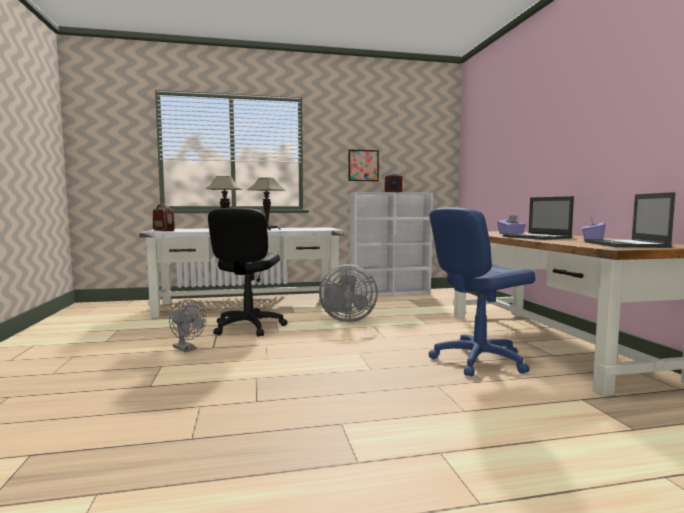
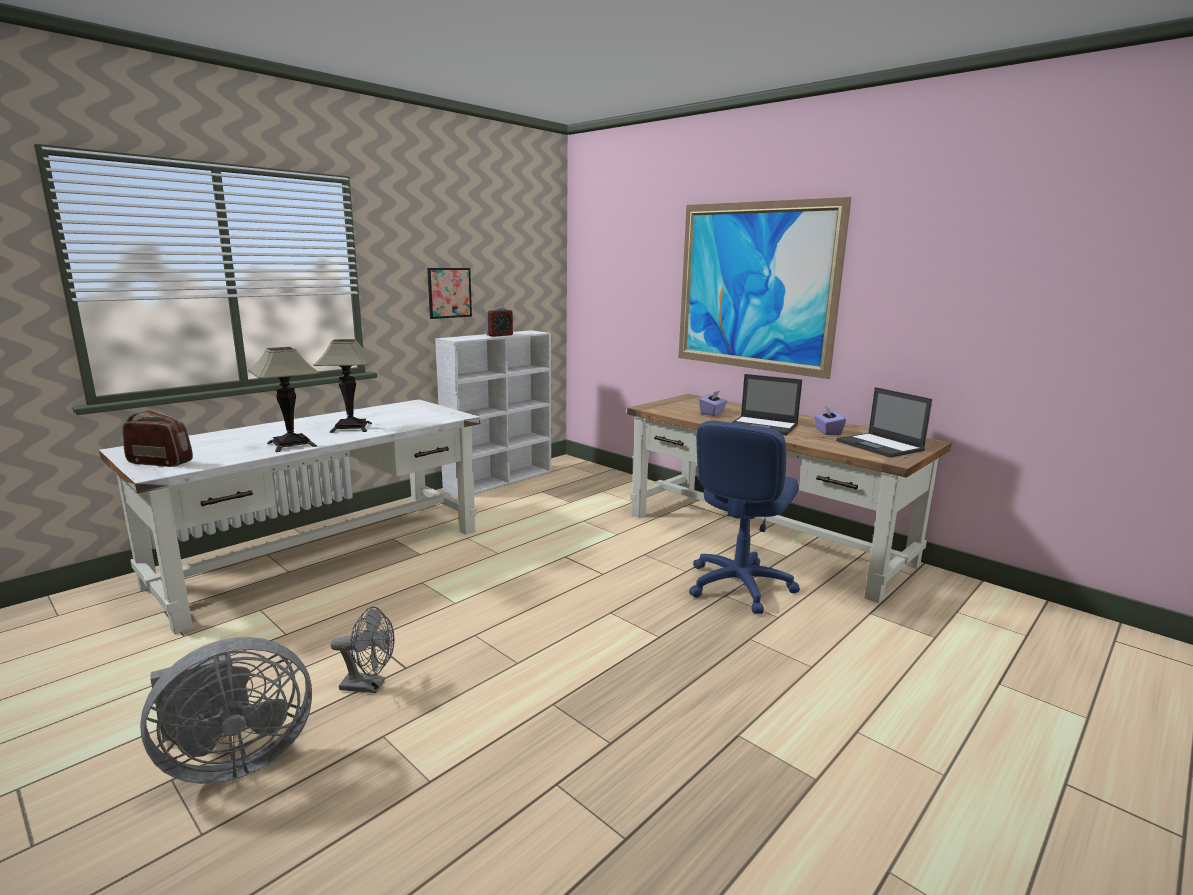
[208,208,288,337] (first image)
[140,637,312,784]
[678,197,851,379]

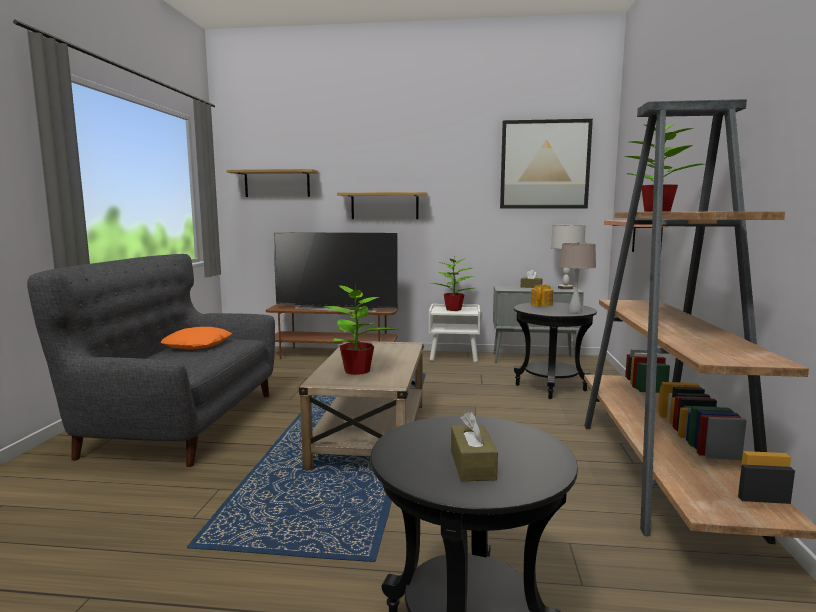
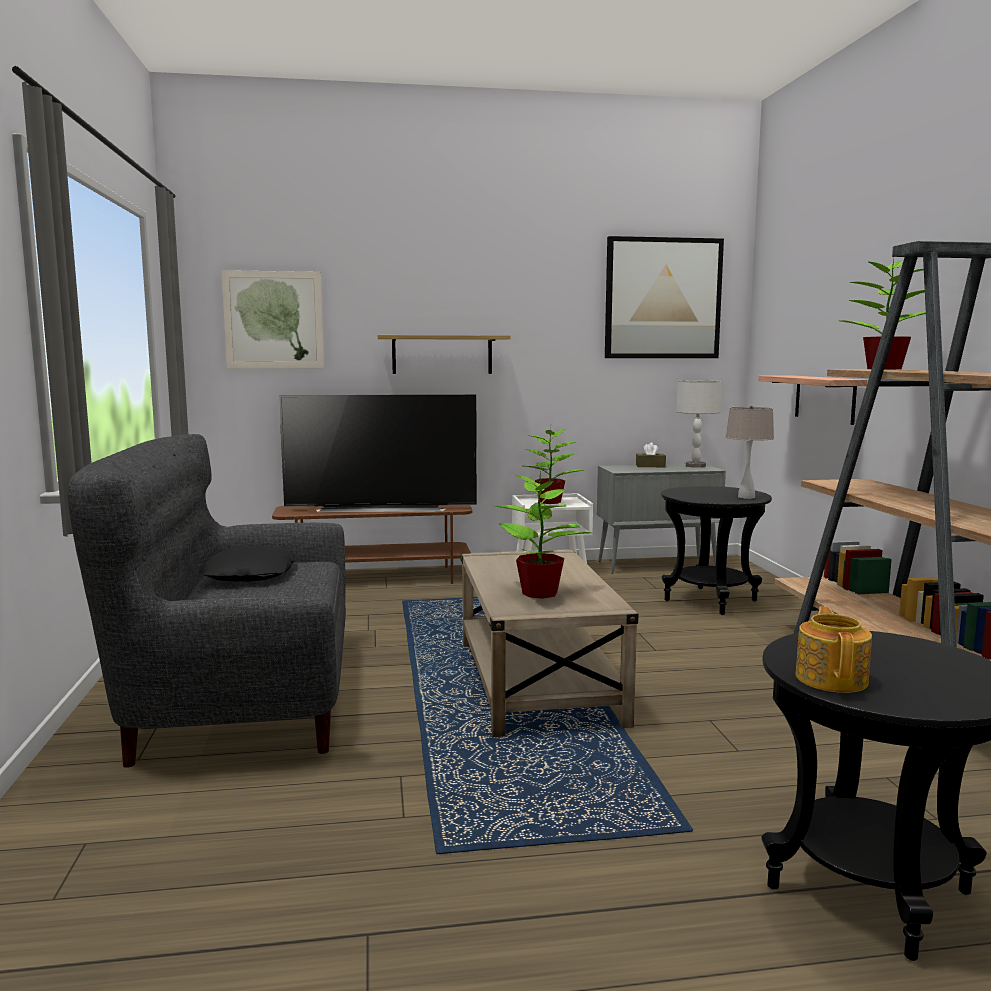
[222,270,324,369]
[796,606,872,693]
[199,546,296,582]
[451,411,498,481] (first image)

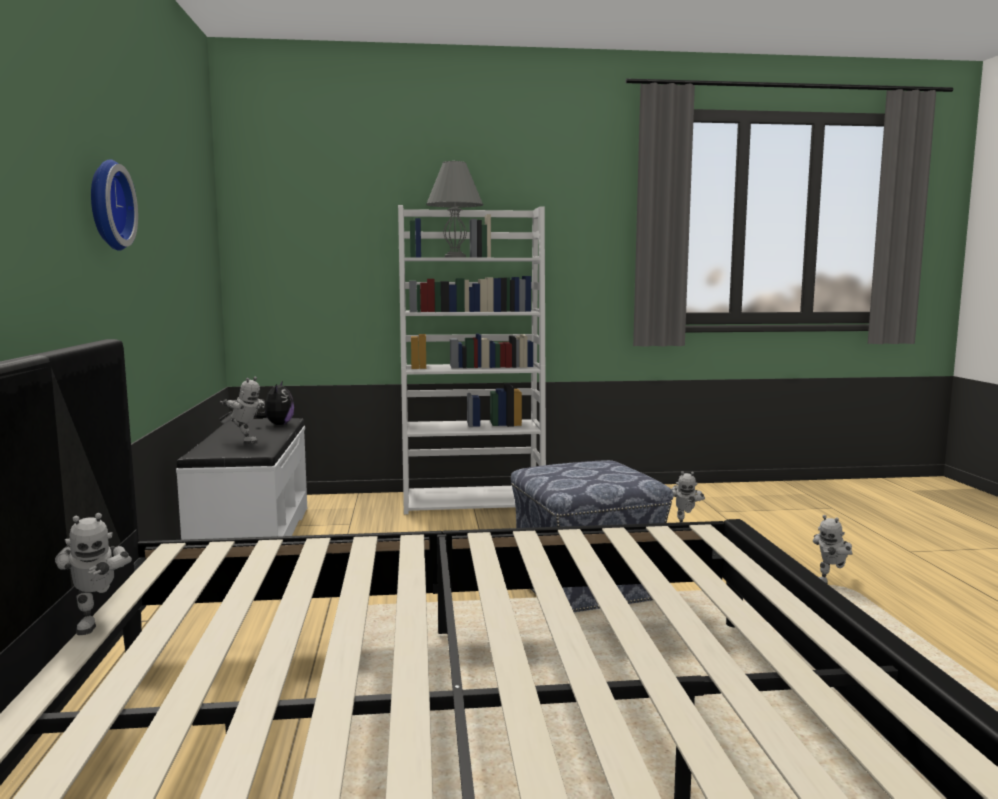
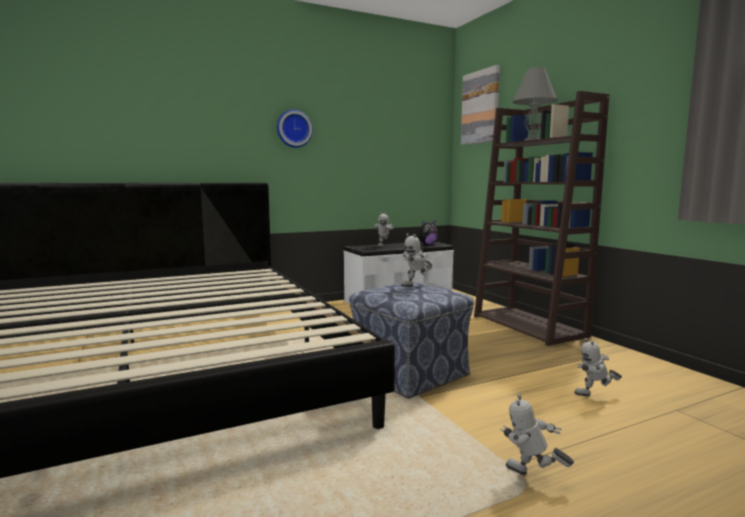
[474,91,609,346]
[401,233,432,287]
[461,65,500,145]

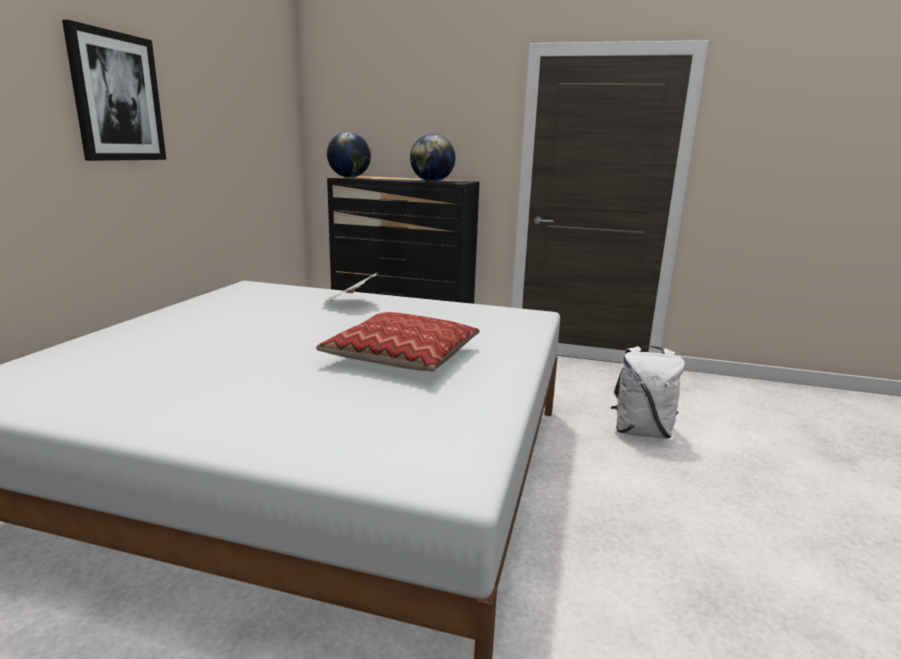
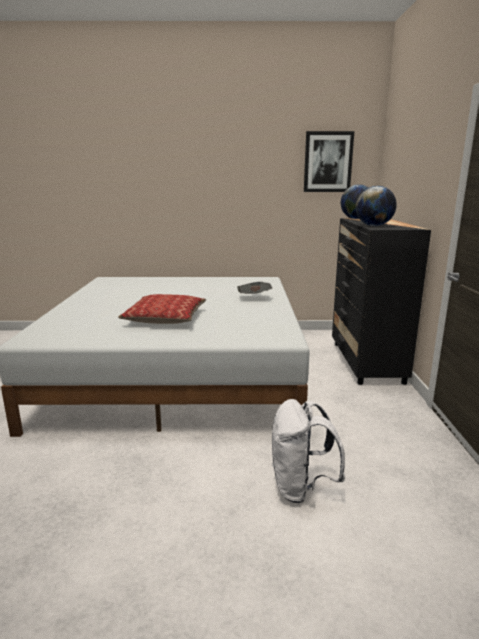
[304,131,354,192]

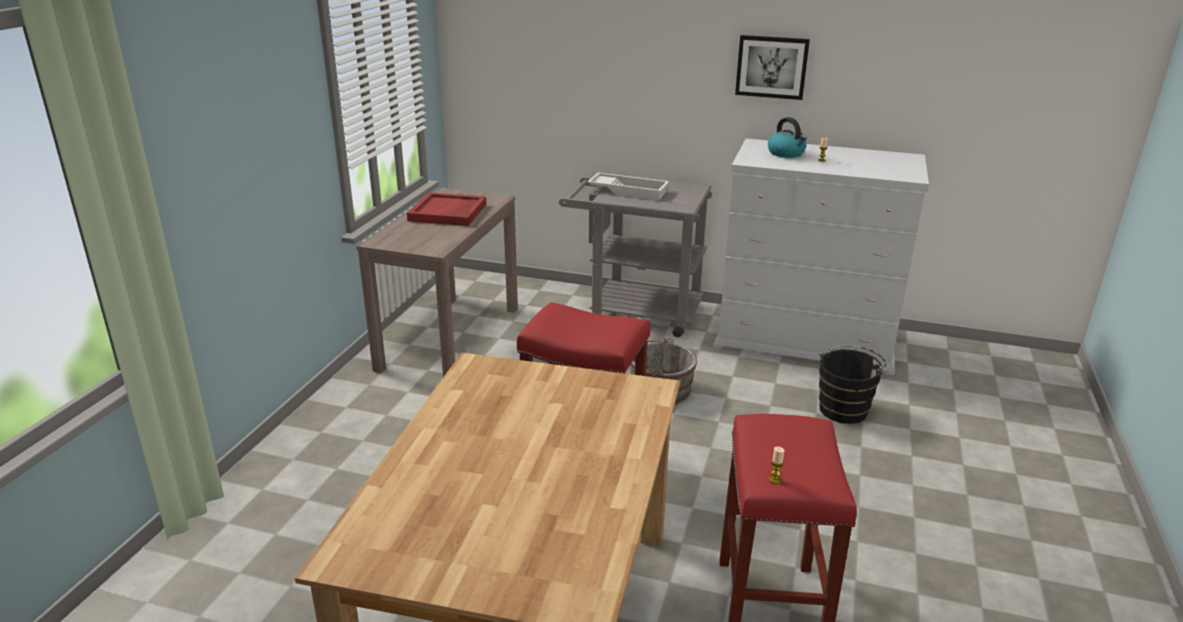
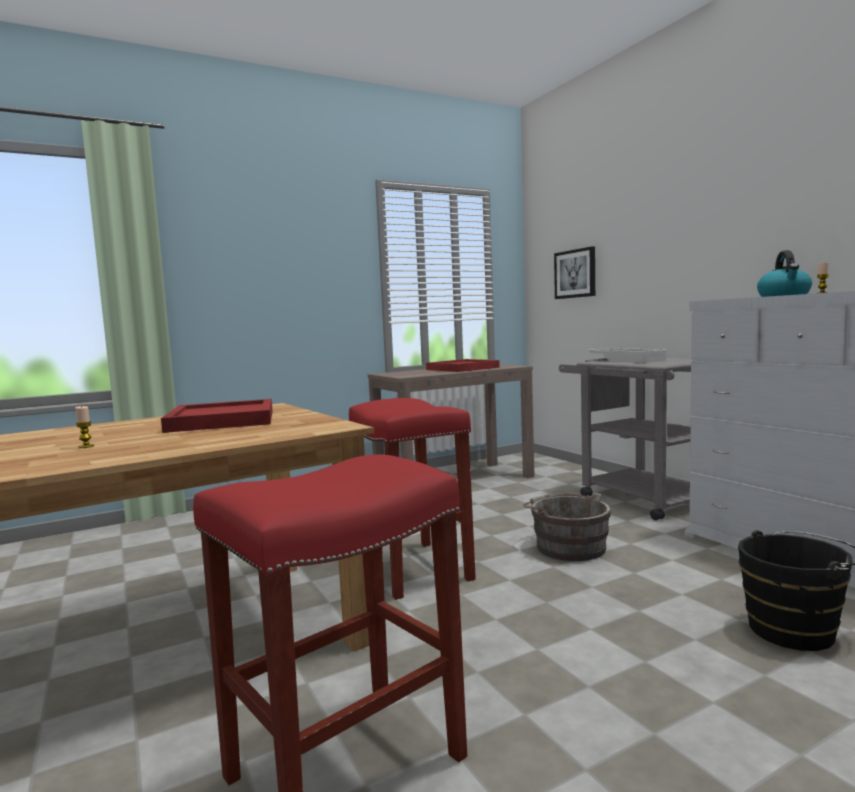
[554,246,595,299]
[75,406,94,448]
[161,399,273,433]

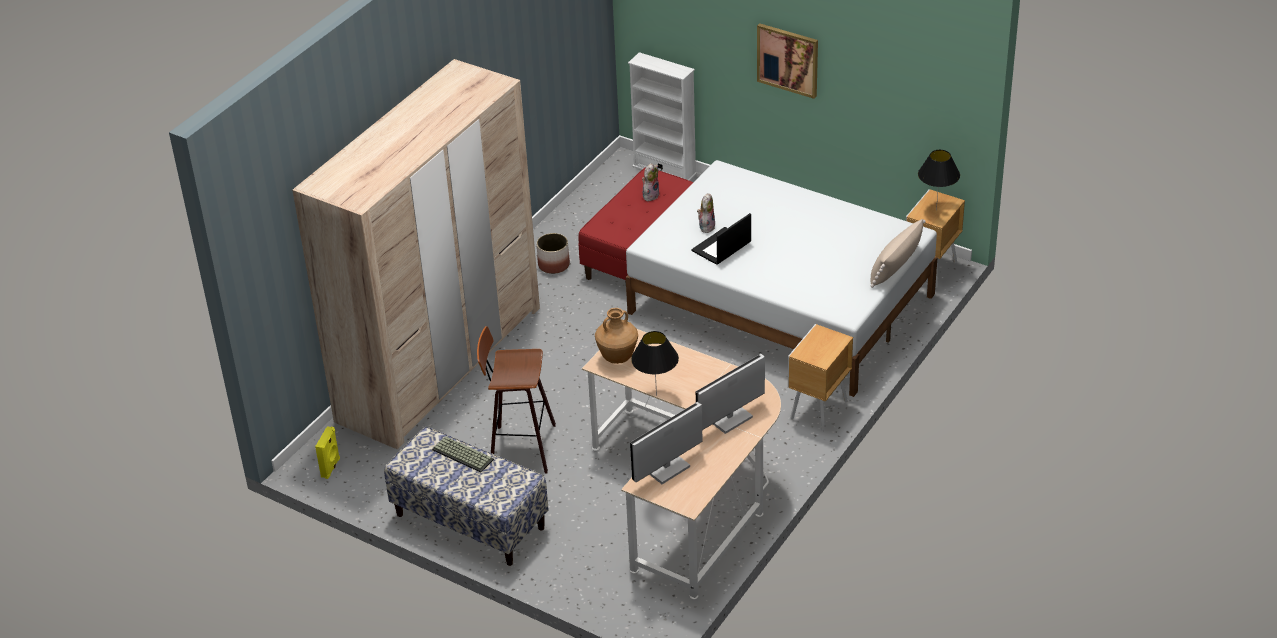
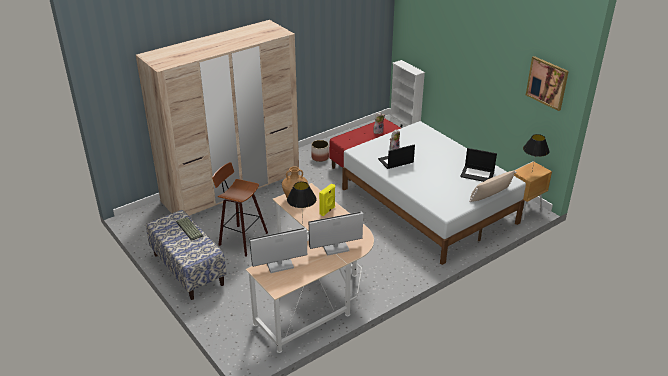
[526,56,569,111]
[788,324,853,431] (first image)
[319,184,335,216]
[460,148,497,182]

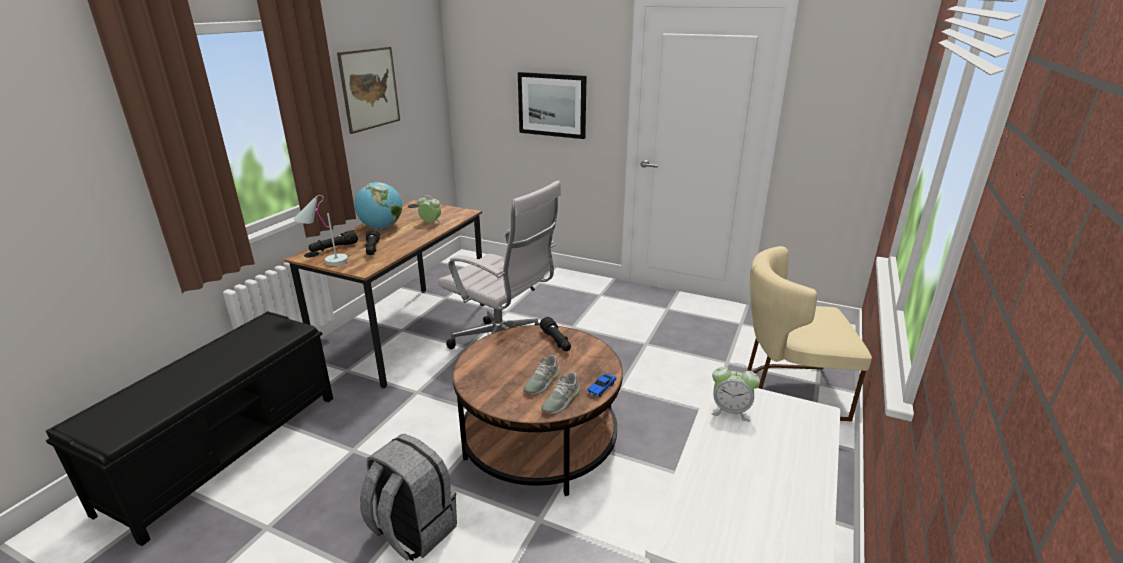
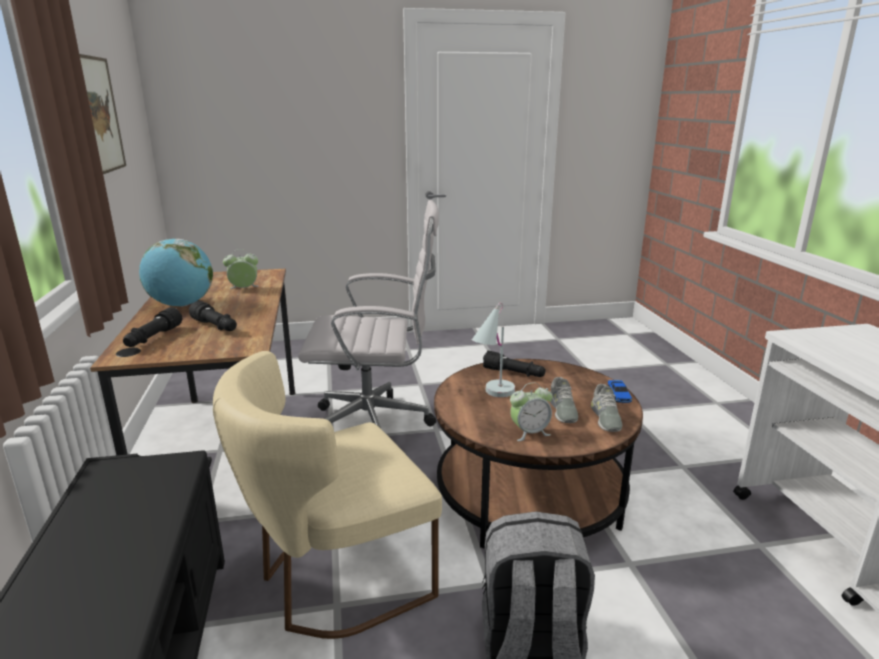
[518,72,586,139] (first image)
[472,302,515,398]
[213,351,442,639]
[510,382,553,441]

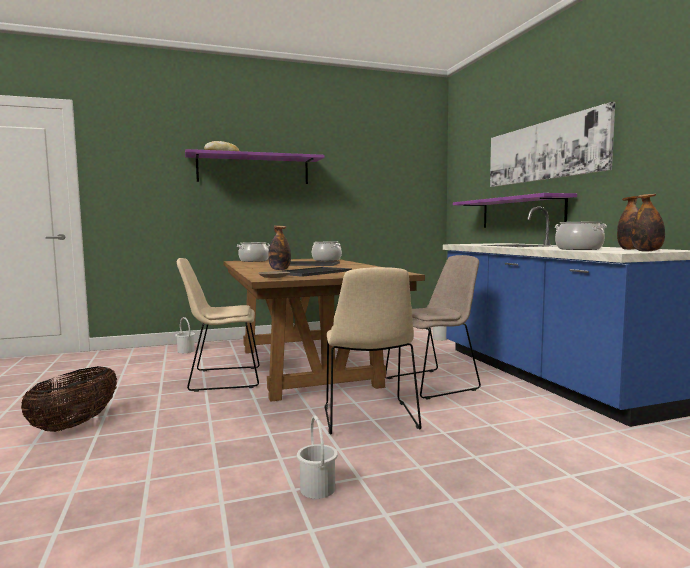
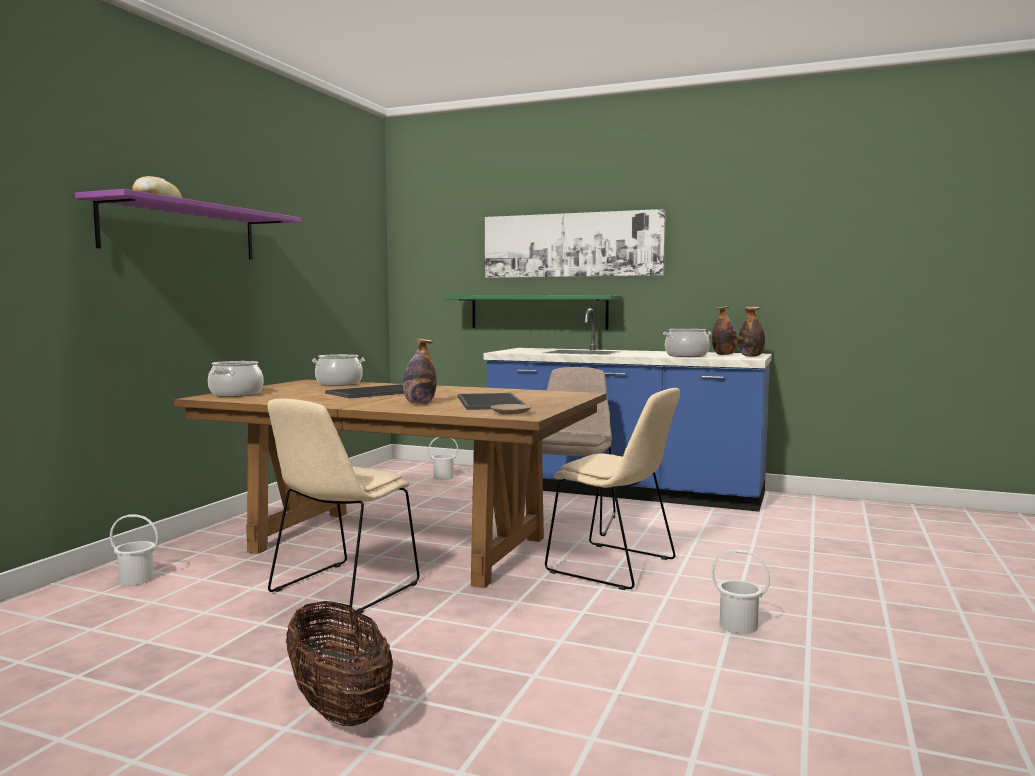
[444,295,622,330]

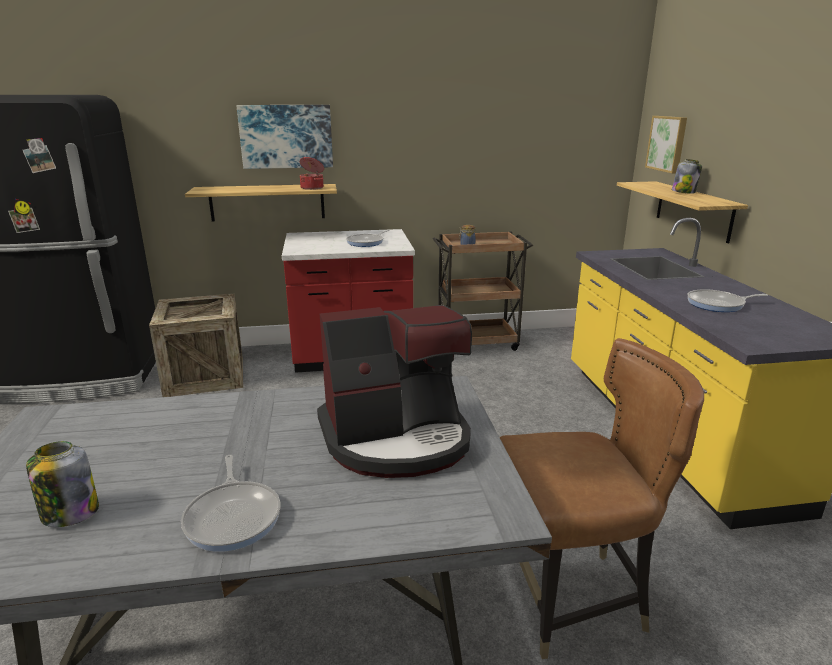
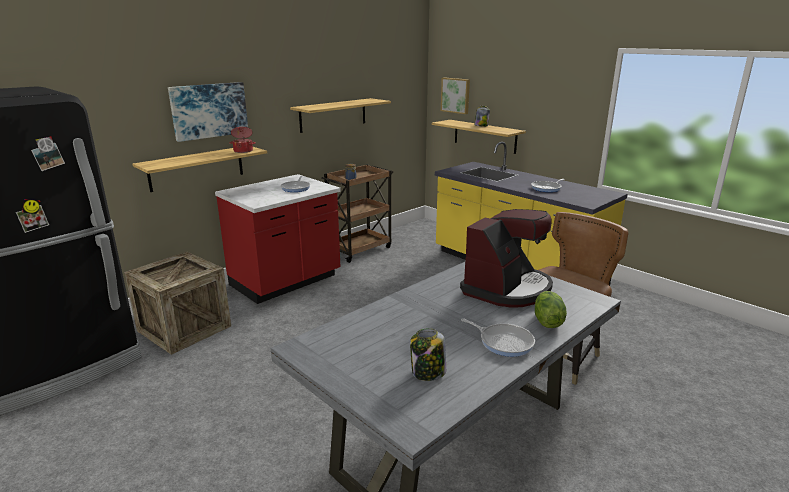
[290,98,391,133]
[535,291,567,328]

